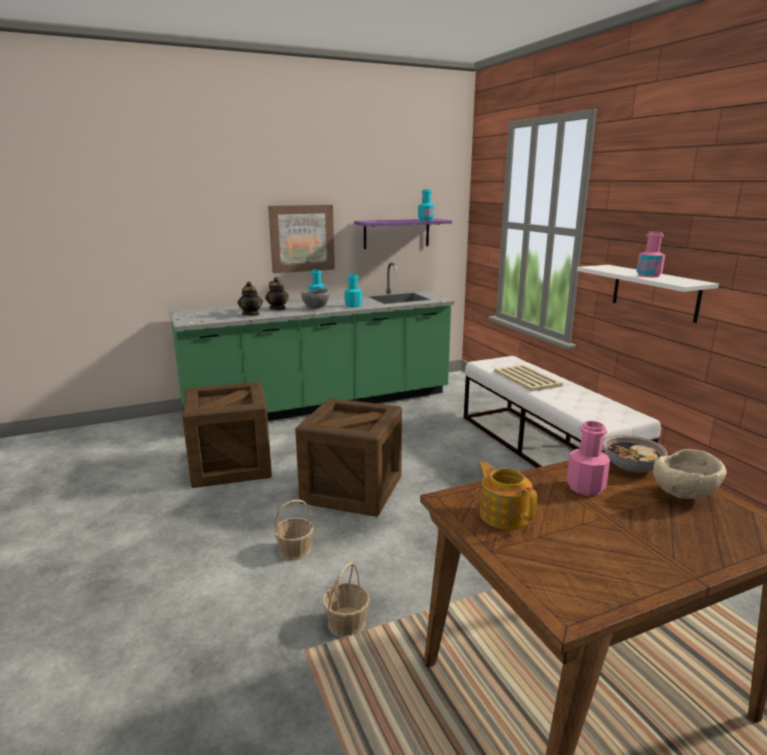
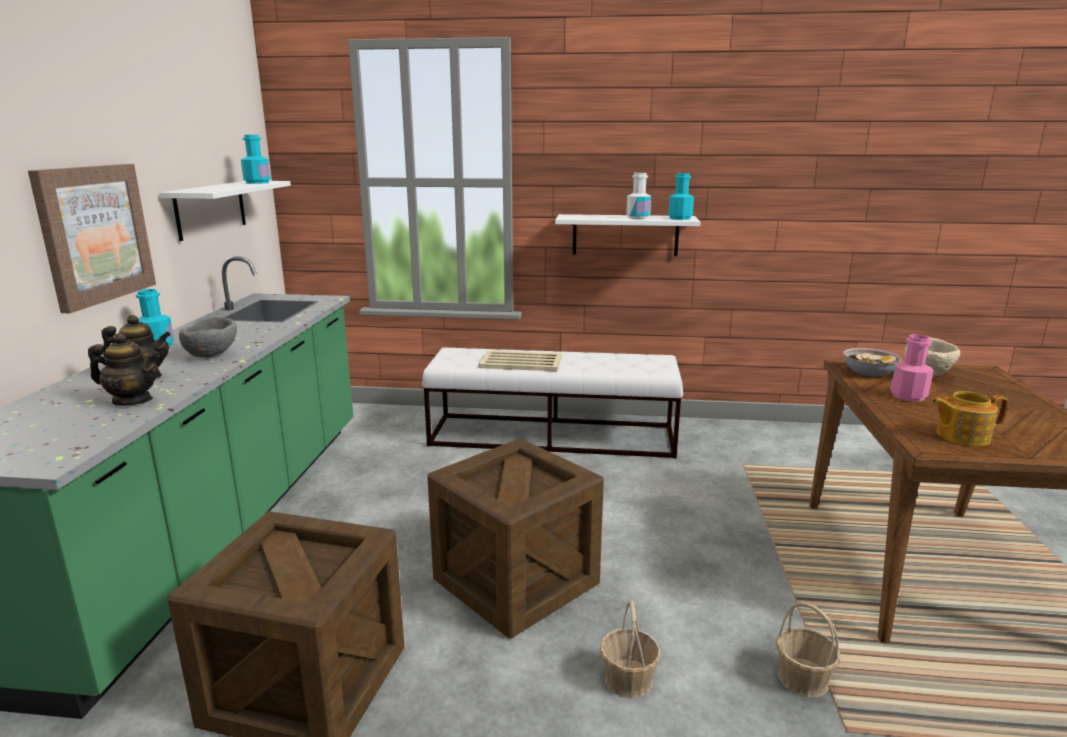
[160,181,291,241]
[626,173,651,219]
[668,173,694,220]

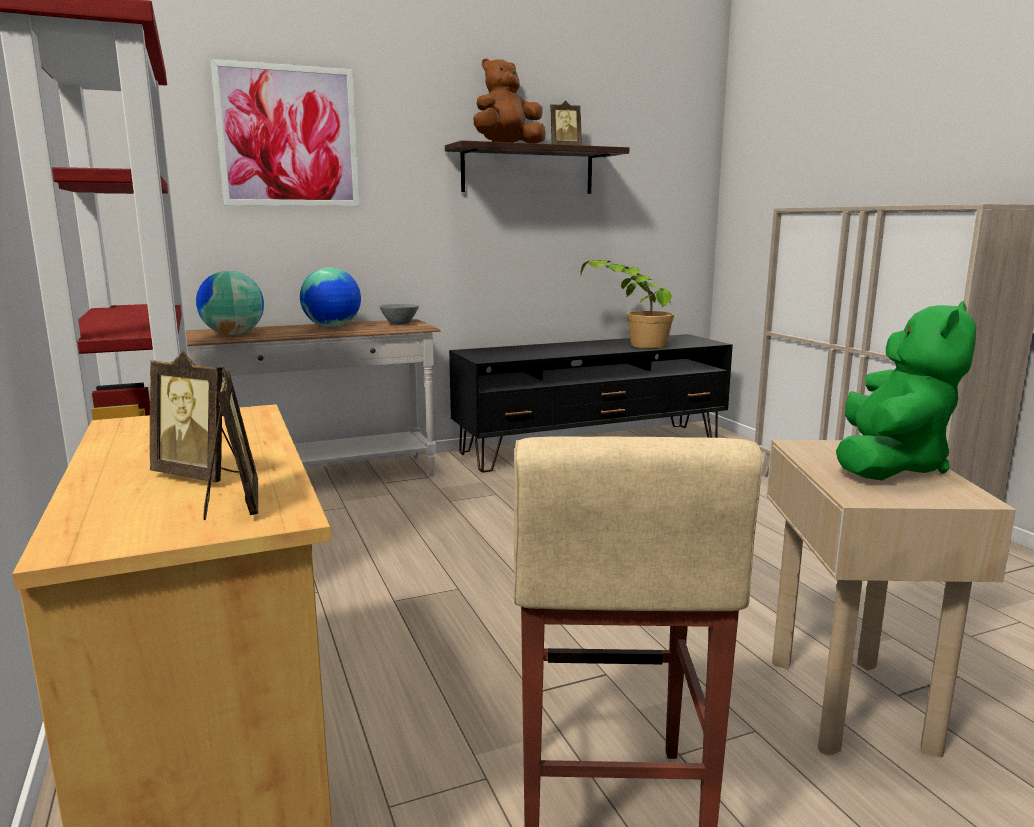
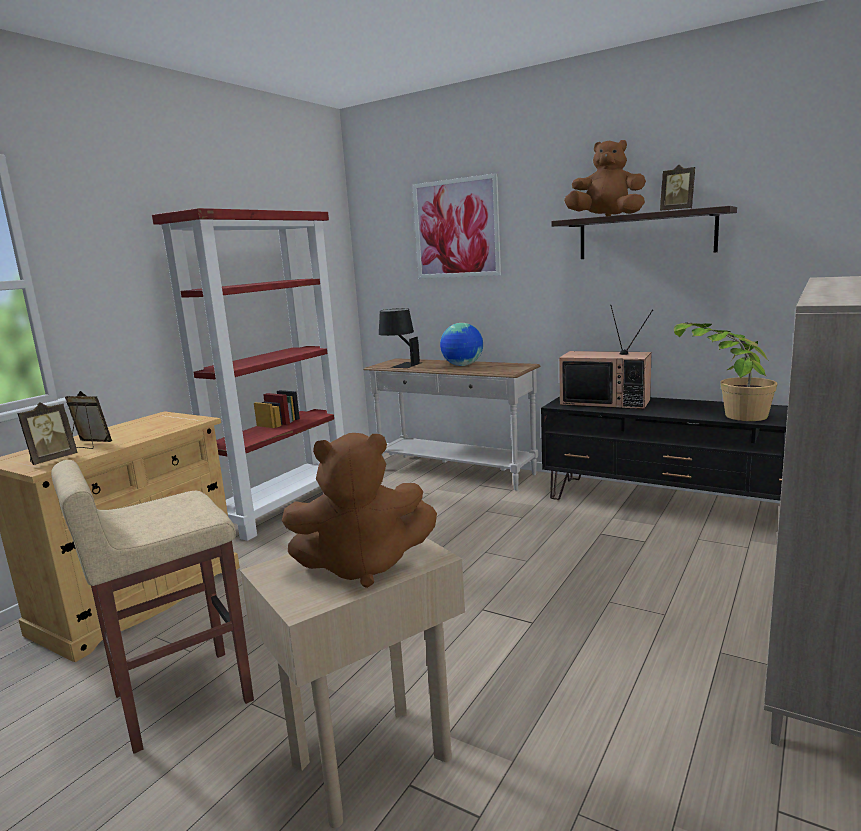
[379,308,422,368]
[282,433,437,588]
[379,304,419,325] (first image)
[65,391,112,449]
[559,305,653,409]

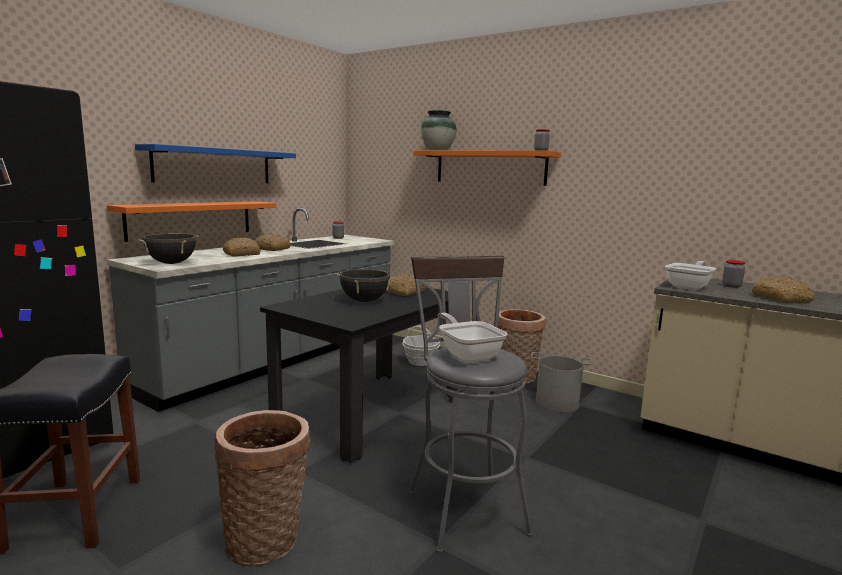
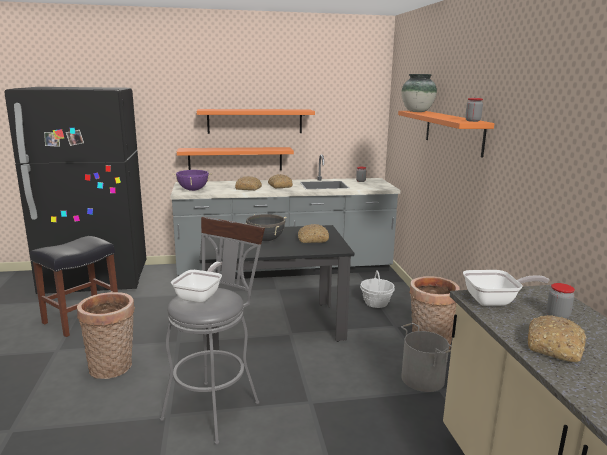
[197,109,315,134]
[172,170,213,191]

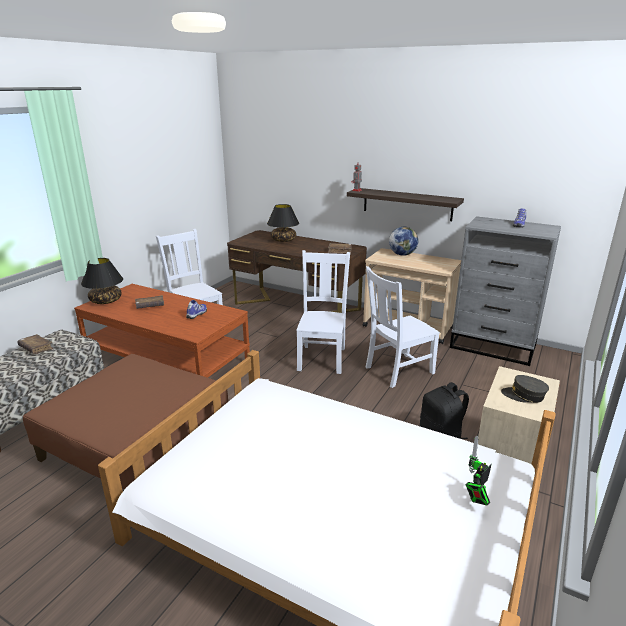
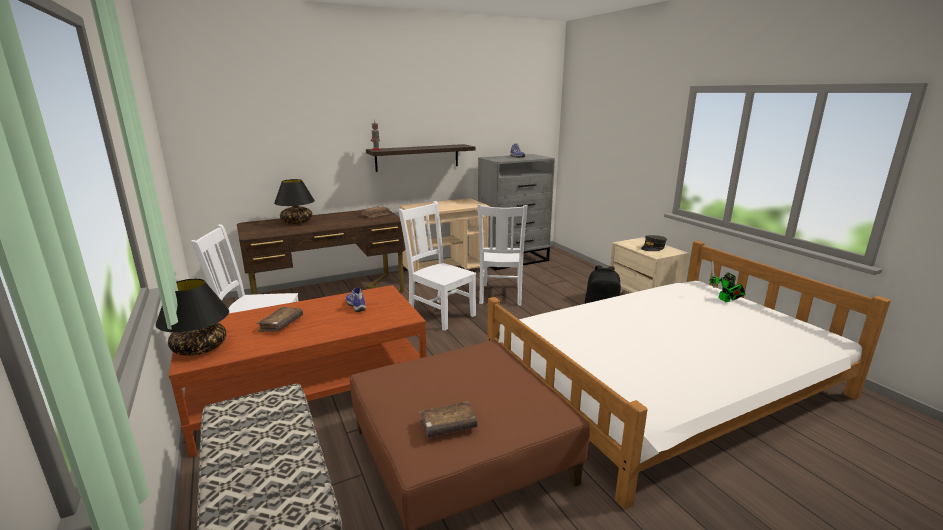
[389,226,418,256] (first image)
[419,401,478,438]

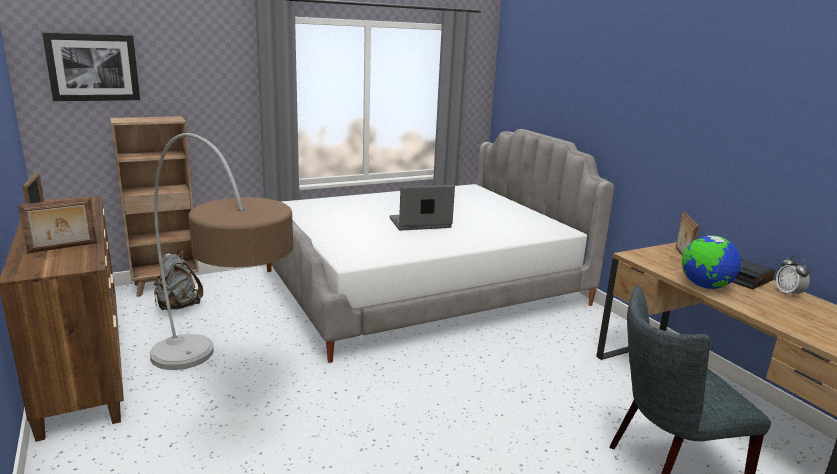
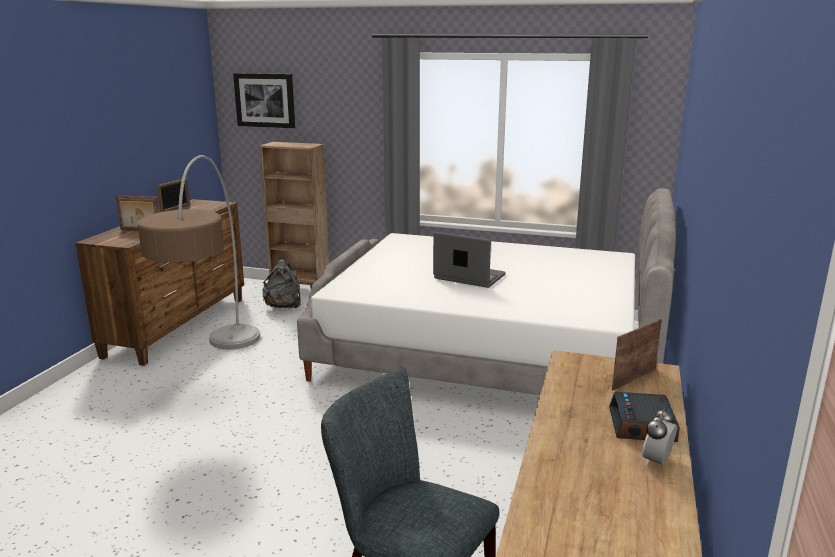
[682,235,741,289] (first image)

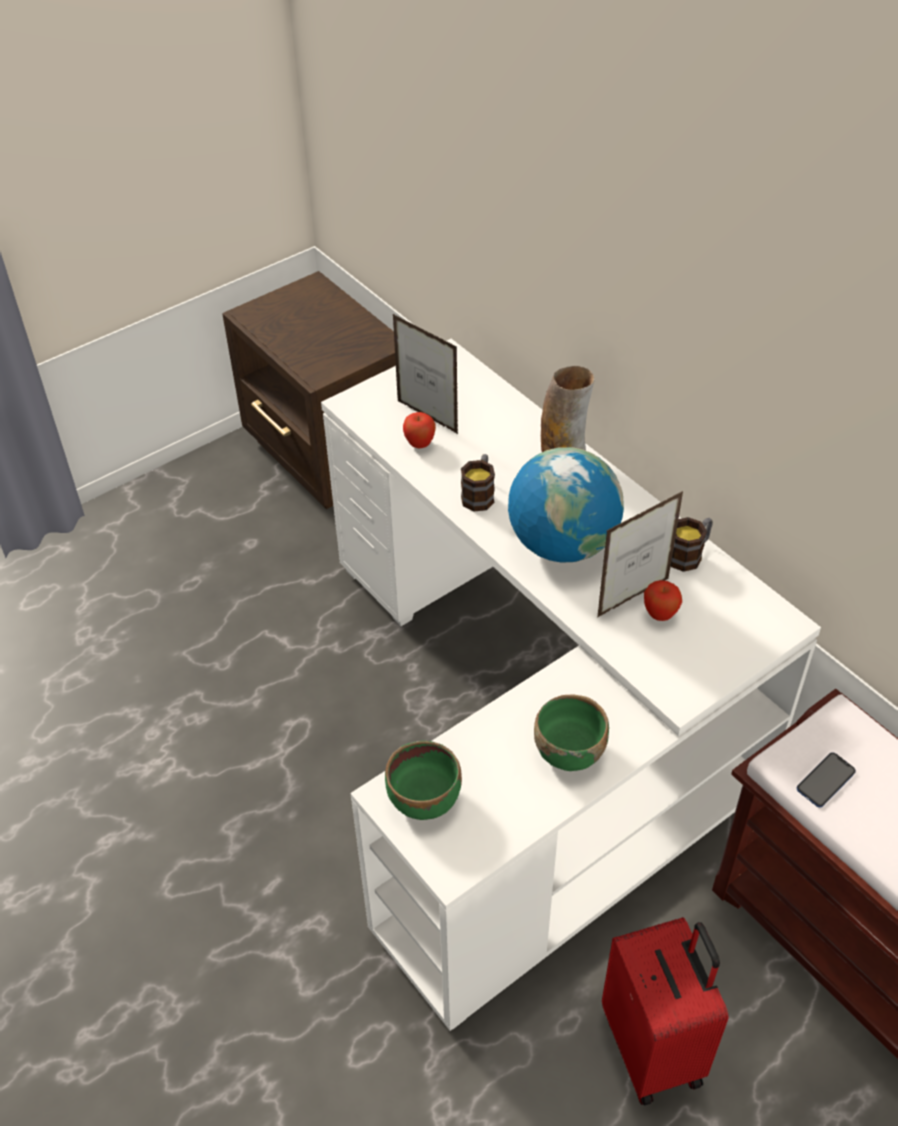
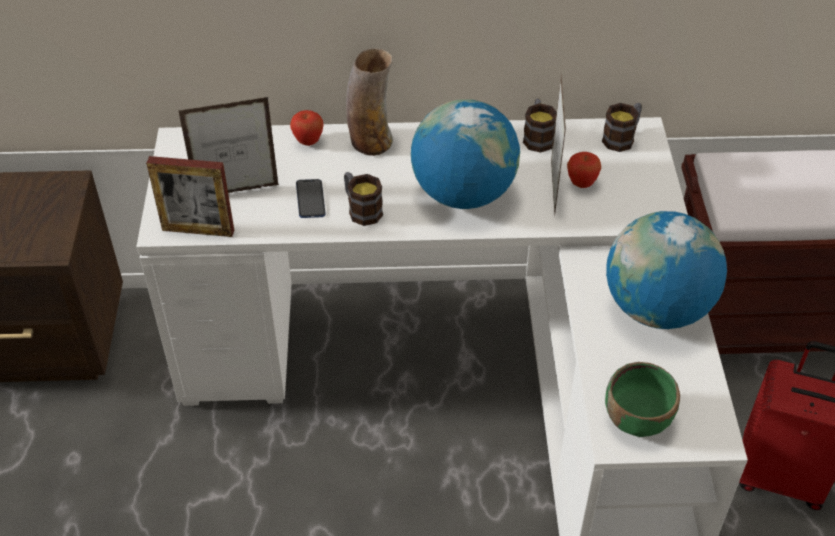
[290,110,324,146]
[606,211,727,329]
[296,179,325,218]
[602,103,642,152]
[146,156,234,237]

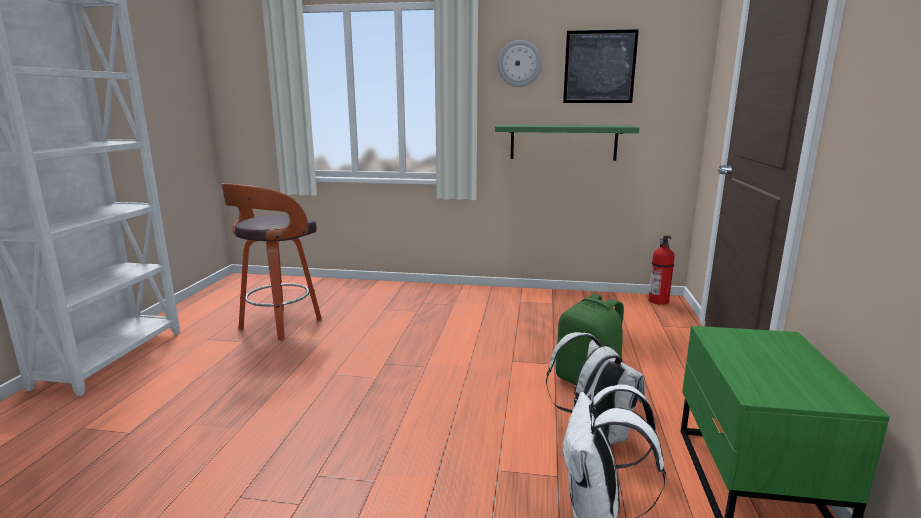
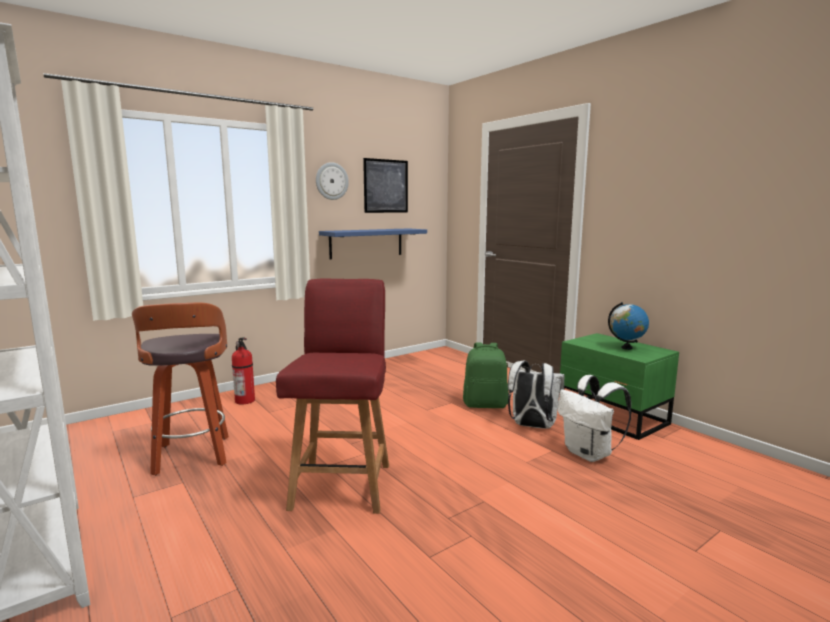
[319,228,427,259]
[232,337,255,405]
[276,279,389,514]
[608,302,649,350]

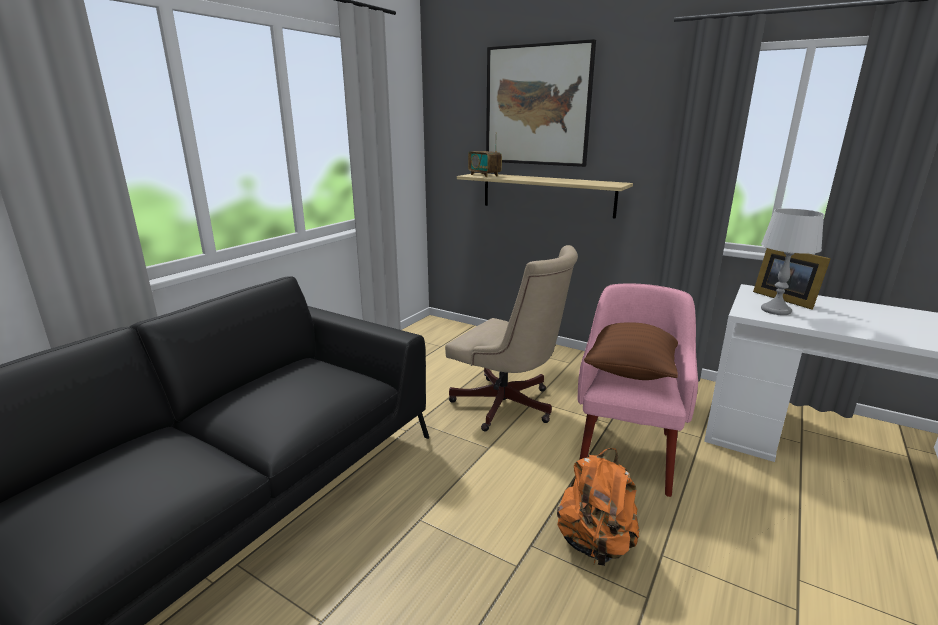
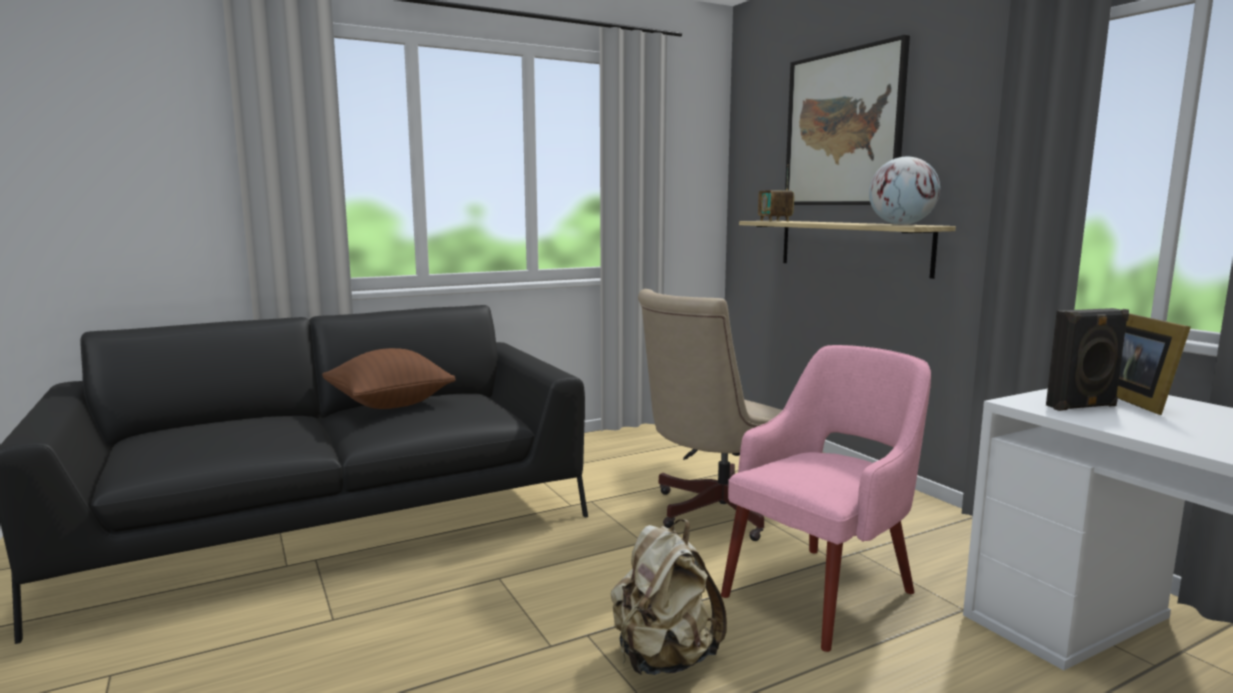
[1046,308,1129,411]
[638,289,783,541]
[322,348,456,409]
[611,519,727,675]
[869,157,940,225]

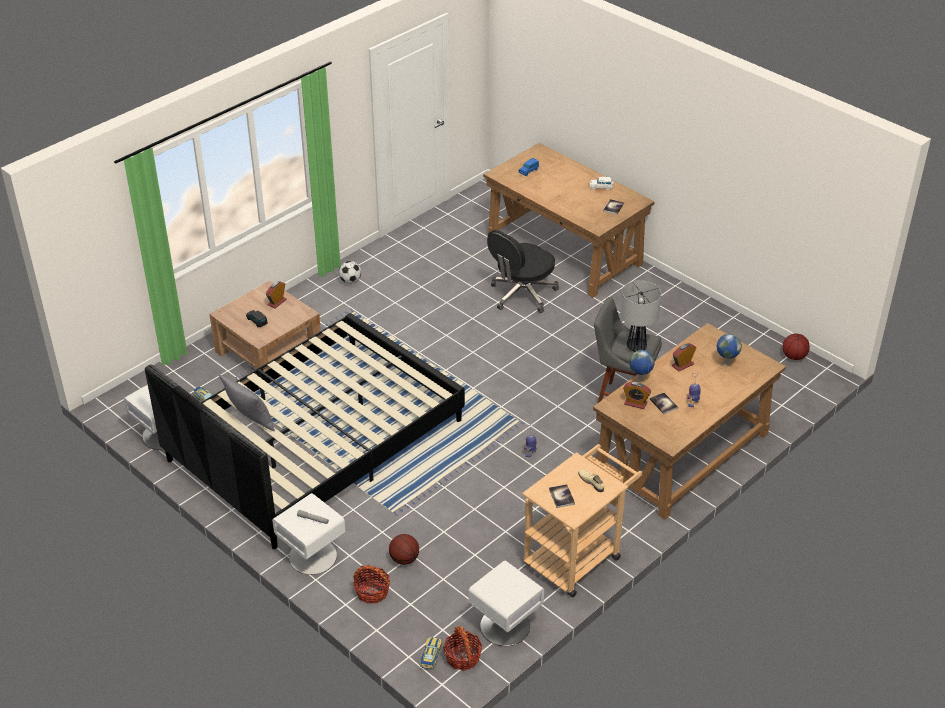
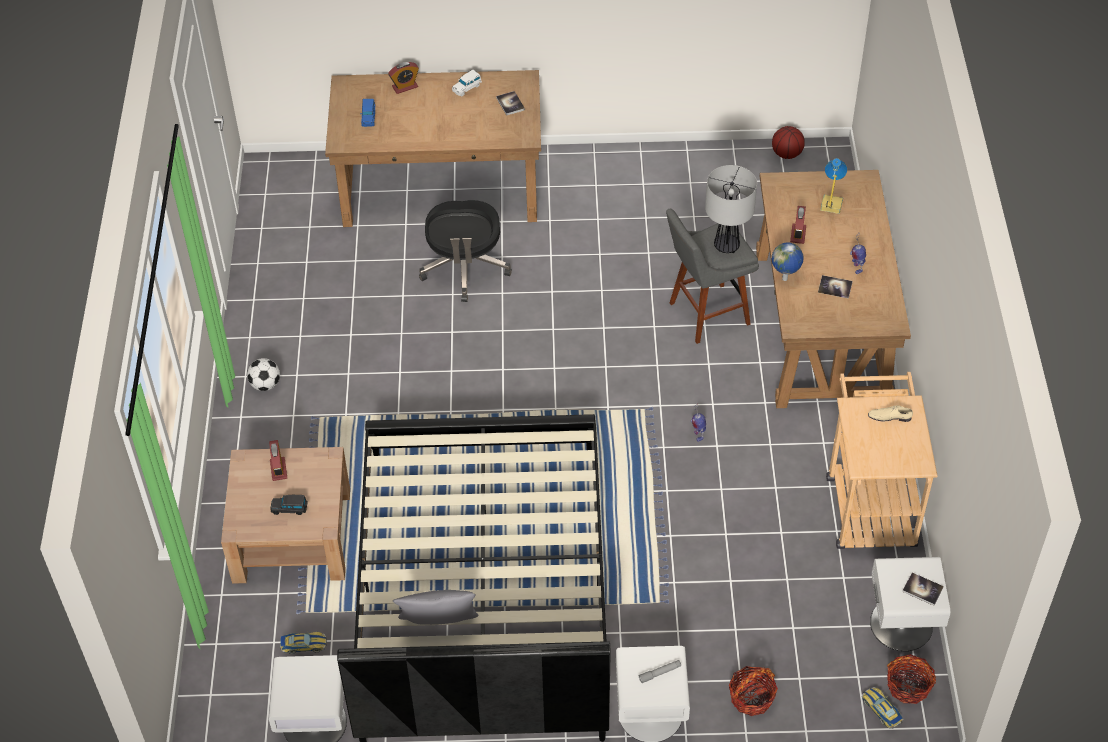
[820,158,847,214]
[388,62,419,94]
[902,573,944,606]
[389,534,419,565] (first image)

